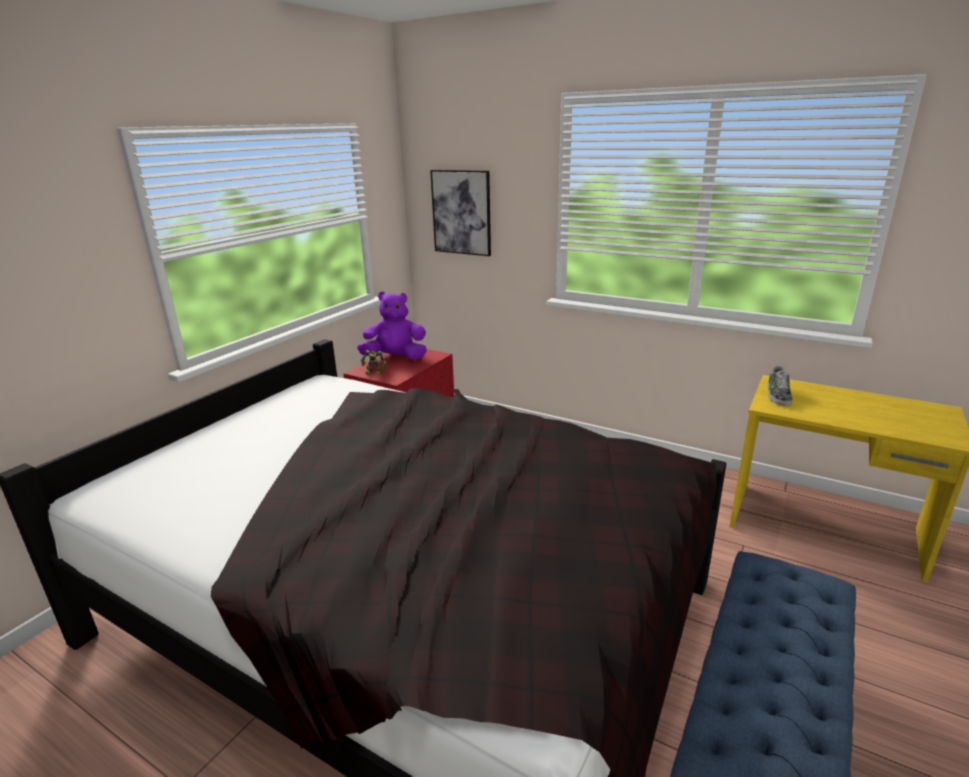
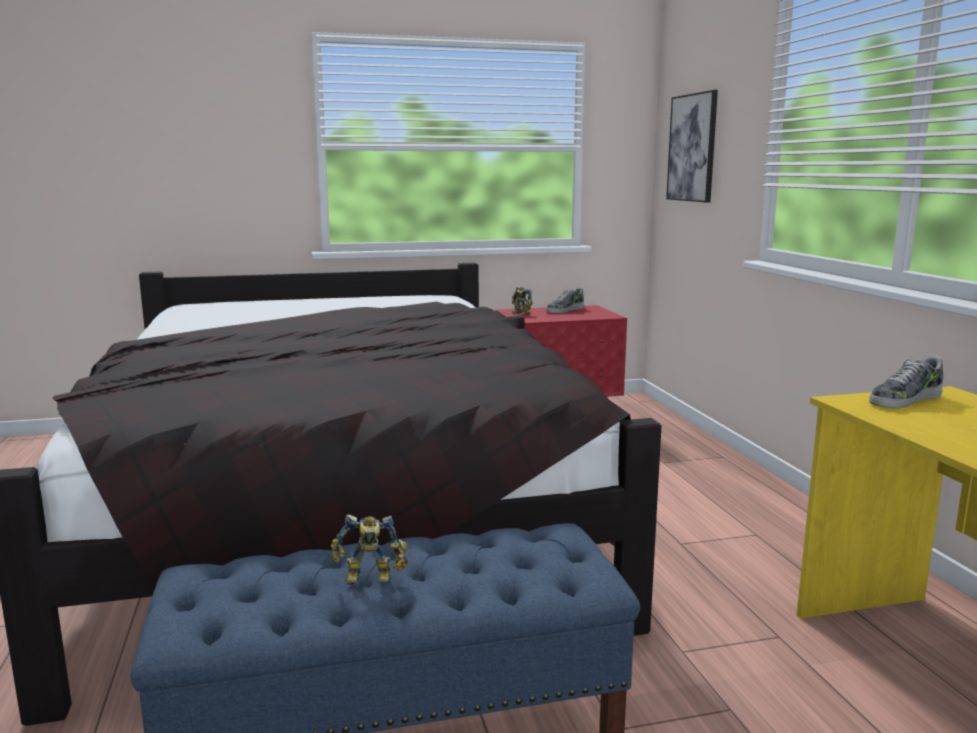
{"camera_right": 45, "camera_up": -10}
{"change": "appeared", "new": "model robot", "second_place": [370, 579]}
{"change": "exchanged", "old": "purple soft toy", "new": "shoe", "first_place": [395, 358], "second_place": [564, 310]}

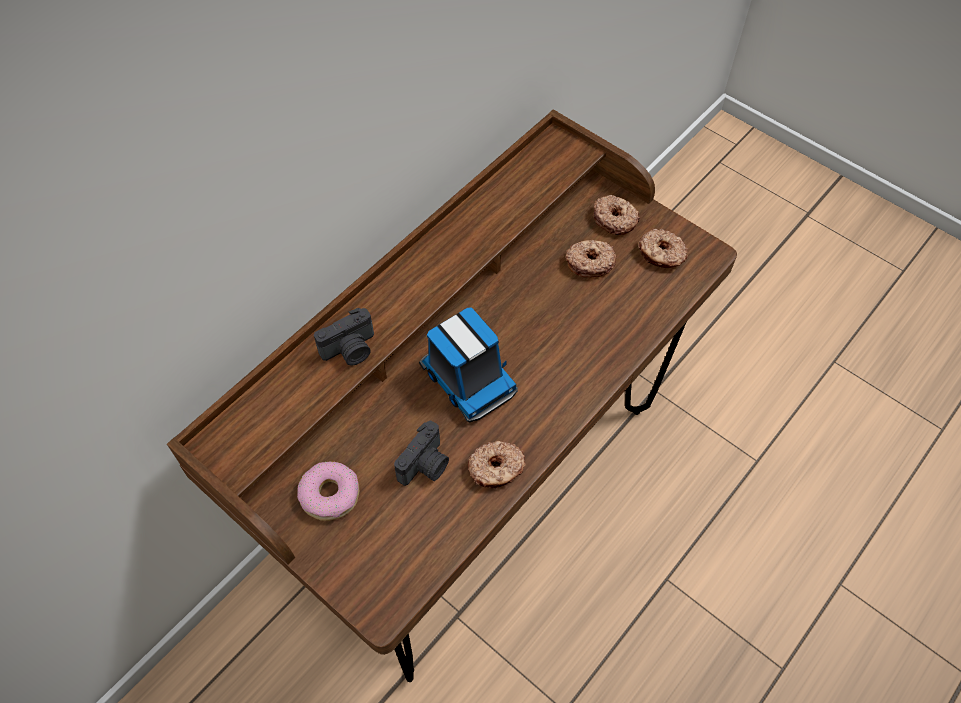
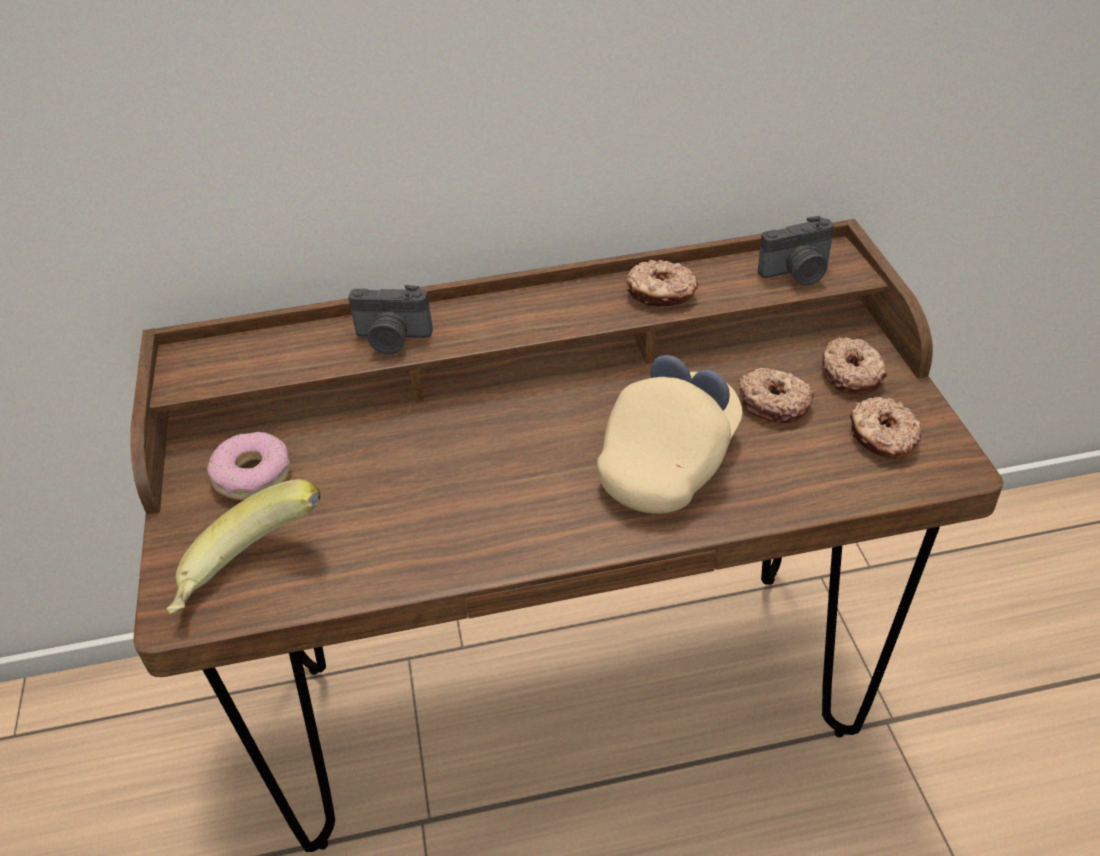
{"camera_right": 40, "camera_up": -15}
{"change": "missing", "old": "toy truck", "first_place": [467, 378]}
{"change": "appeared", "new": "whole banana", "second_place": [252, 577]}
{"change": "appeared", "new": "beige-coloured baseball cap", "second_place": [670, 461]}
{"change": "relocated", "old": "photo camera", "first_place": [426, 465], "second_place": [798, 273]}
{"change": "relocated", "old": "doughnut", "first_place": [496, 469], "second_place": [661, 293]}

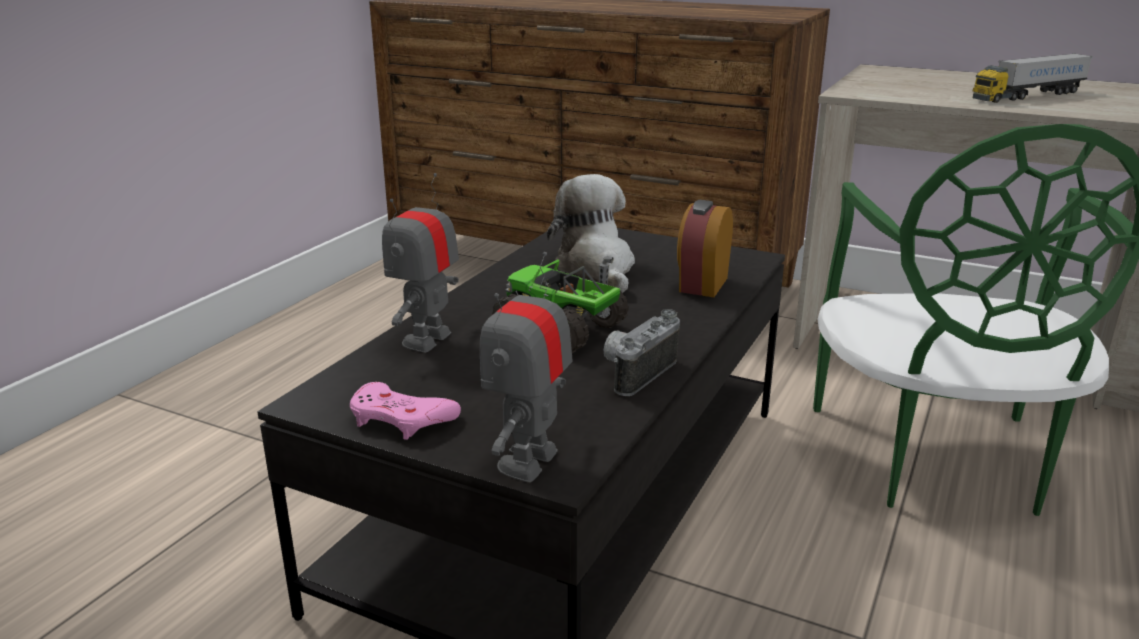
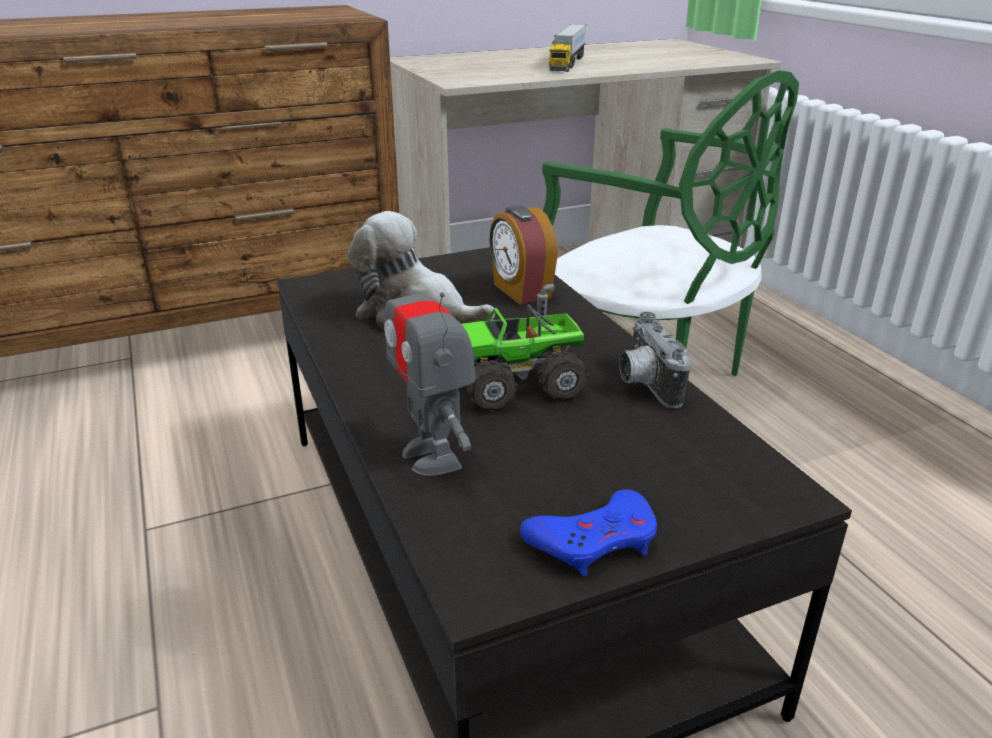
{"camera_right": -50, "camera_up": 5}
{"change": "missing", "old": "model robot", "first_place": [529, 461]}
{"change": "colour", "old": "pink-coloured game controller", "new": "blue-coloured game controller", "first_place": [401, 418], "second_place": [594, 540]}

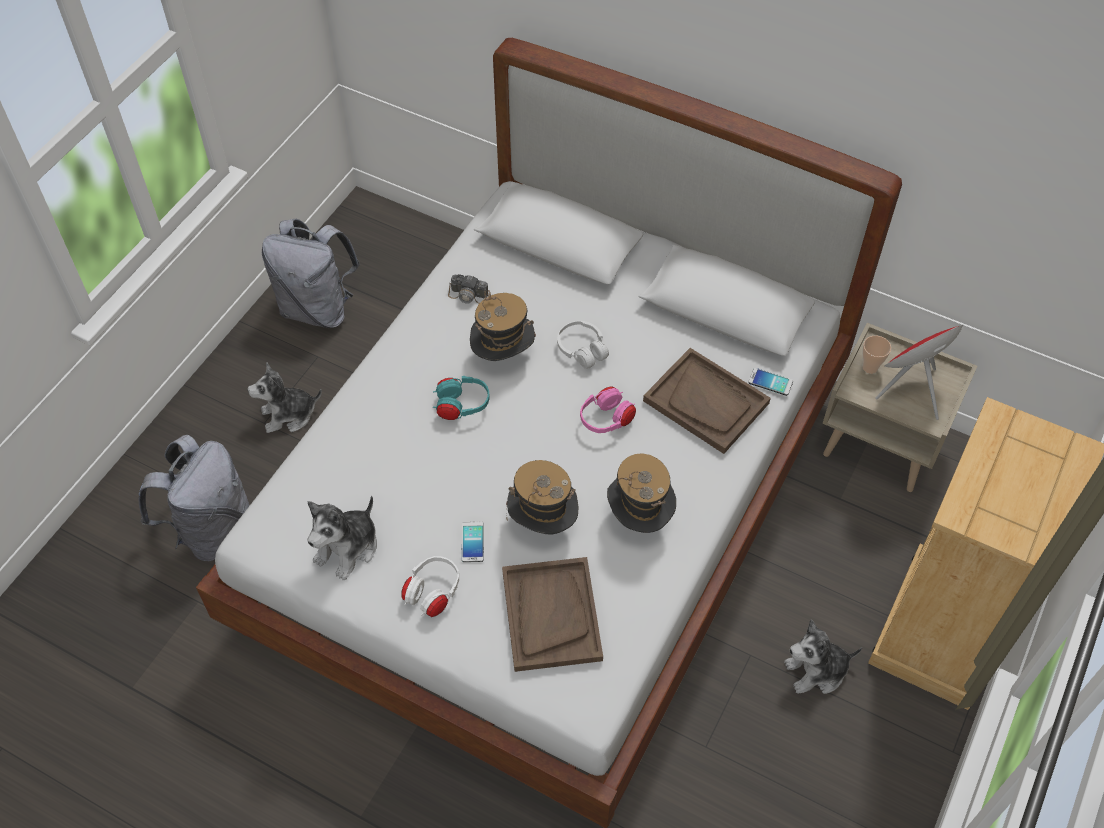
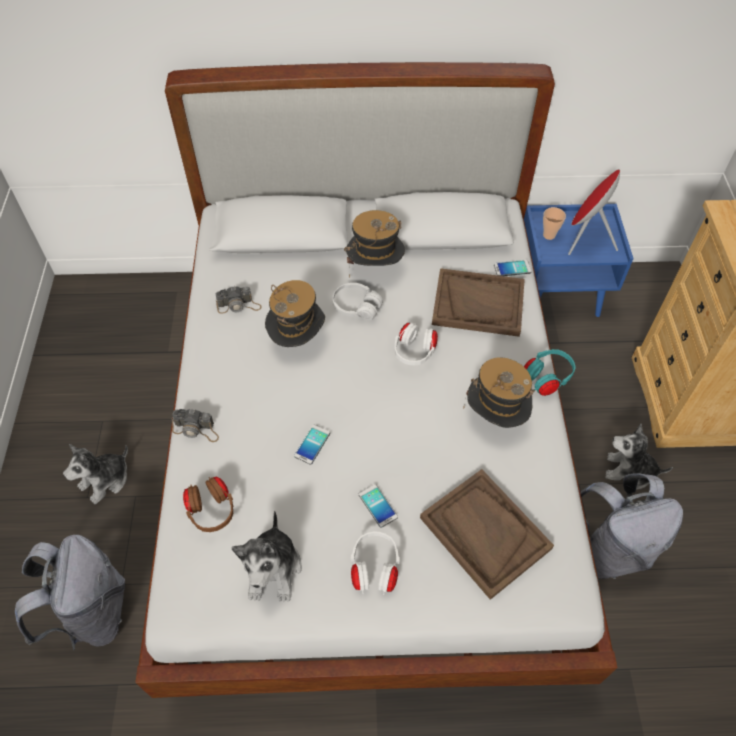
{"camera_right": -30, "camera_up": 0}
{"change": "appeared", "new": "photo camera", "second_place": [196, 429]}
{"change": "appeared", "new": "brownish headset", "second_place": [211, 511]}
{"change": "appeared", "new": "telephone", "second_place": [312, 444]}
{"change": "relocated", "old": "gray rucksack", "first_place": [318, 308], "second_place": [609, 549]}
{"change": "relocated", "old": "blue-green headset", "first_place": [462, 406], "second_place": [546, 379]}
{"change": "relocated", "old": "hat", "first_place": [542, 523], "second_place": [375, 269]}
{"change": "colour", "old": "pink-coloured headset", "new": "whitish headset", "first_place": [606, 420], "second_place": [414, 352]}
{"change": "colour", "old": "beige-coloured bedside table", "new": "blue-coloured bedside table", "first_place": [881, 444], "second_place": [559, 293]}
{"change": "spun", "old": "soft toy", "first_place": [816, 671], "second_place": [629, 471], "degrees": 60}

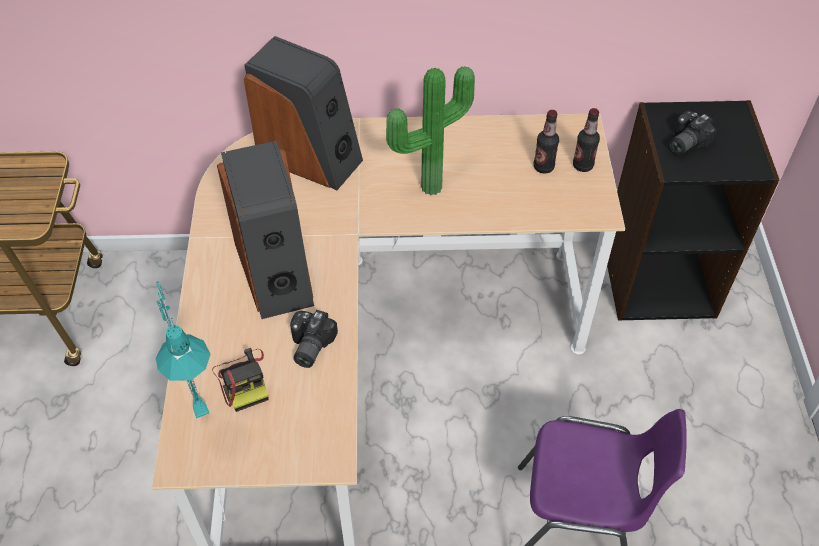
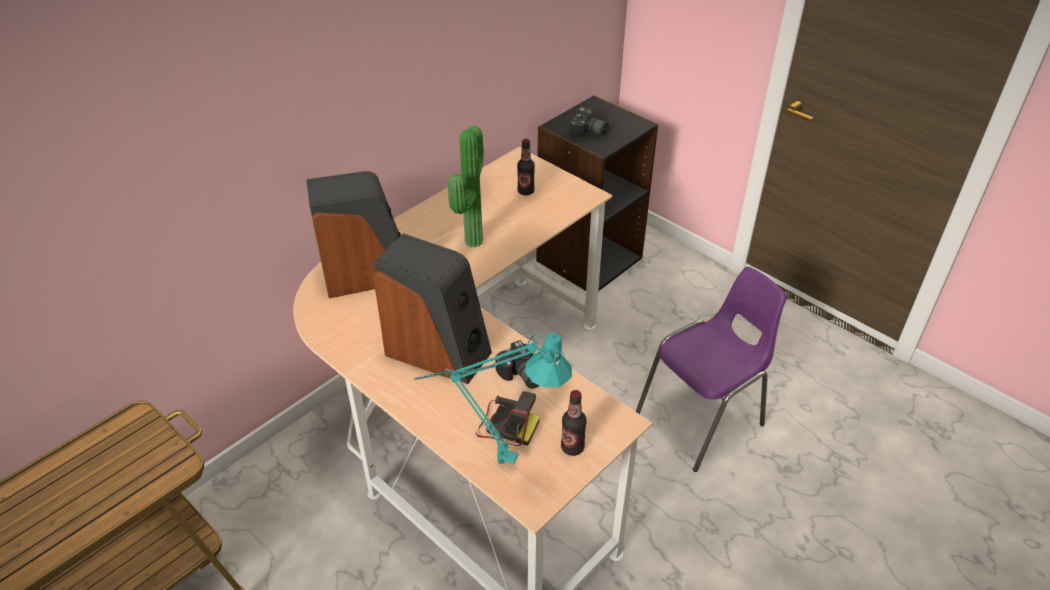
{"camera_right": -45, "camera_up": -10}
{"change": "relocated", "old": "bottle", "first_place": [582, 165], "second_place": [572, 447]}
{"change": "spun", "old": "photo camera", "first_place": [684, 142], "second_place": [588, 133], "degrees": -60}

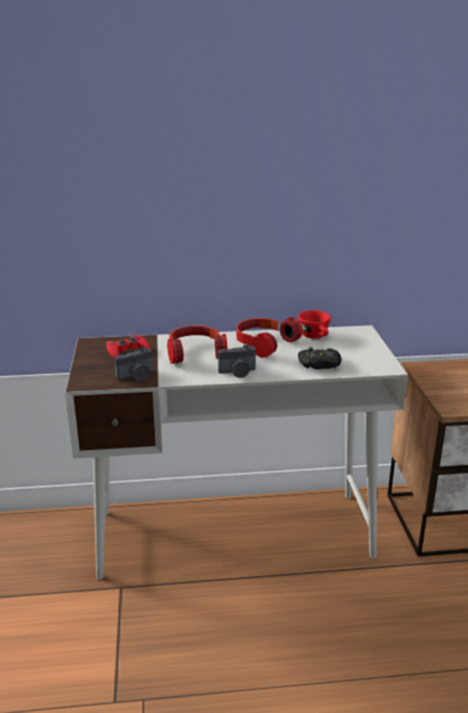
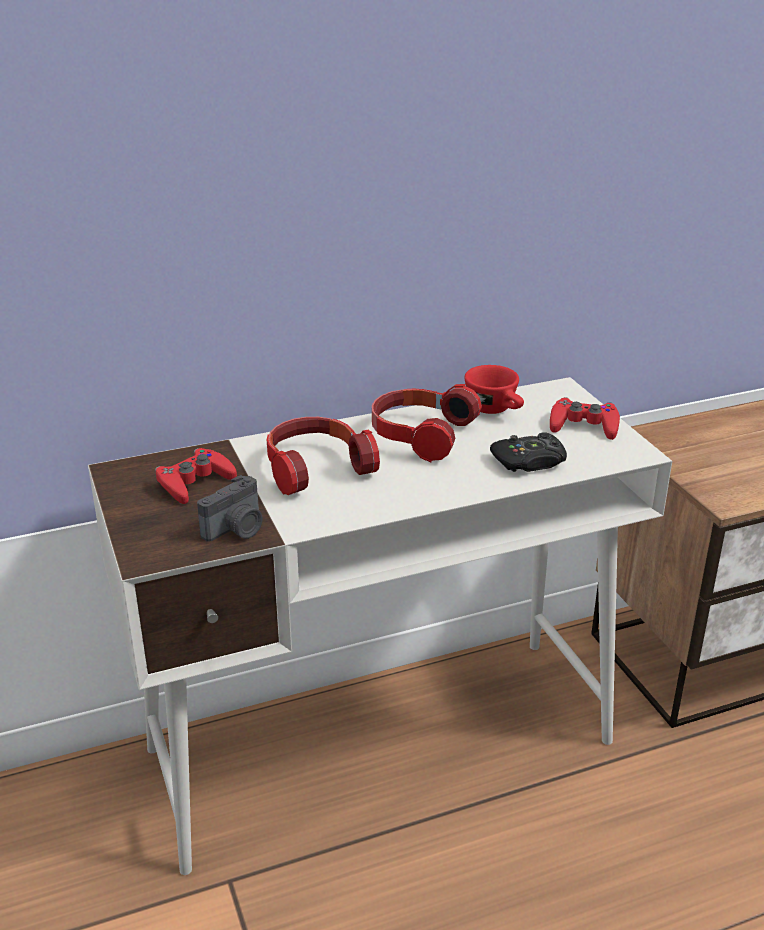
{"camera_right": -15, "camera_up": 5}
{"change": "missing", "old": "photo camera", "first_place": [238, 372]}
{"change": "appeared", "new": "red-coloured game controller", "second_place": [584, 425]}

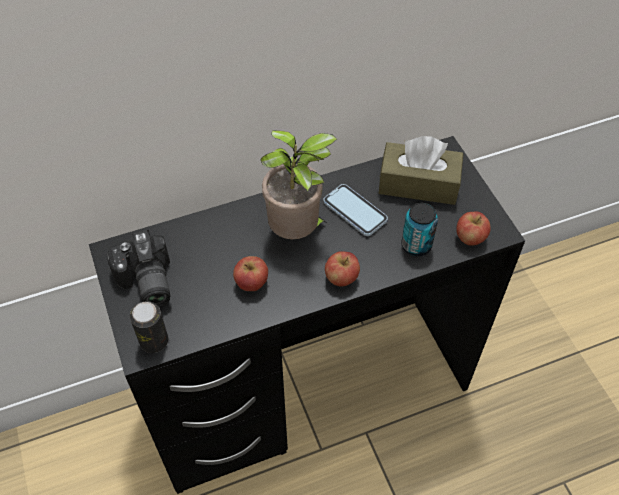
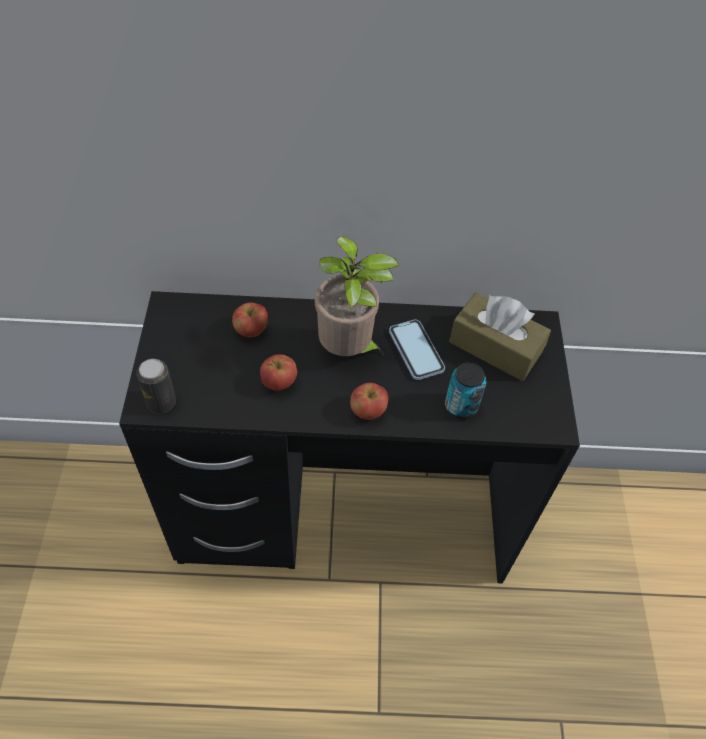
{"camera_right": 20, "camera_up": 0}
{"change": "missing", "old": "photo camera", "first_place": [145, 283]}
{"change": "relocated", "old": "apple", "first_place": [470, 238], "second_place": [251, 330]}

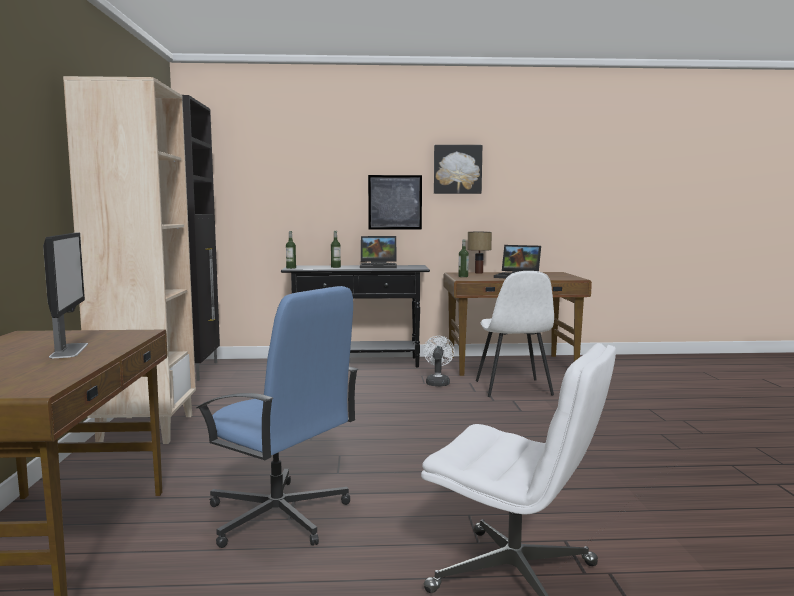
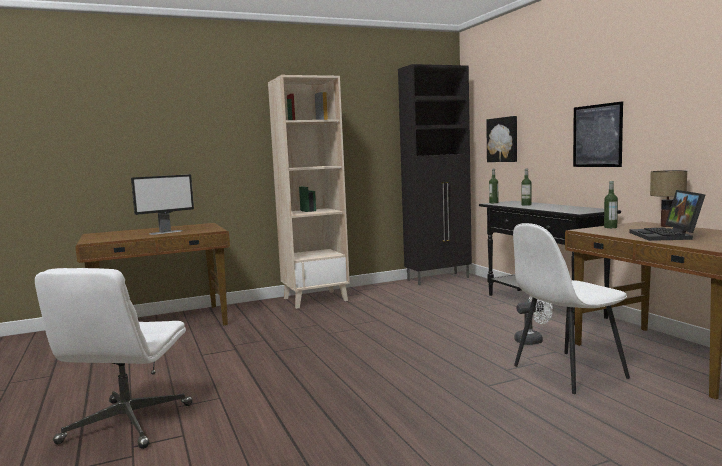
{"camera_right": 70, "camera_up": 0}
{"change": "missing", "old": "blue-coloured office chair", "first_place": [278, 516]}
{"change": "missing", "old": "portable computer", "first_place": [379, 266]}
{"change": "relocated", "old": "wall picture", "first_place": [457, 169], "second_place": [503, 139]}

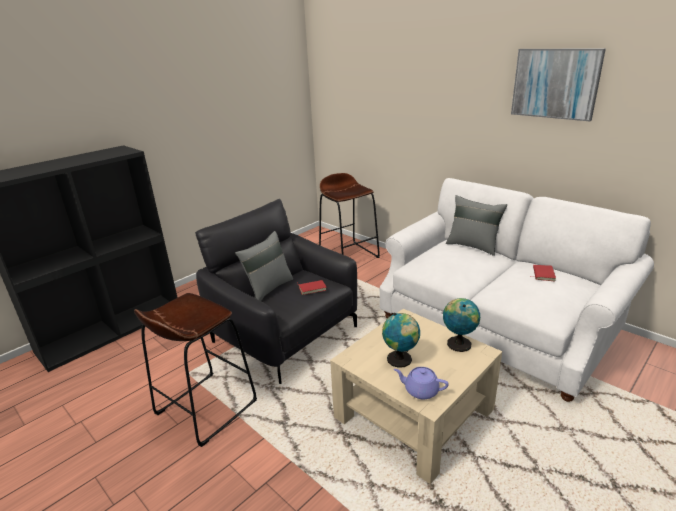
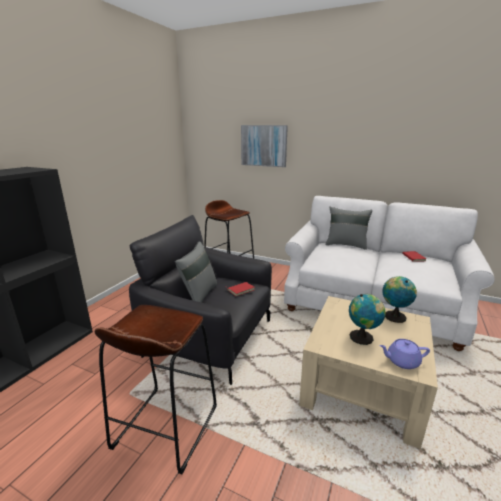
{"camera_right": -20, "camera_up": -5}
{"change": "relocated", "old": "wall picture", "first_place": [555, 83], "second_place": [264, 145]}

